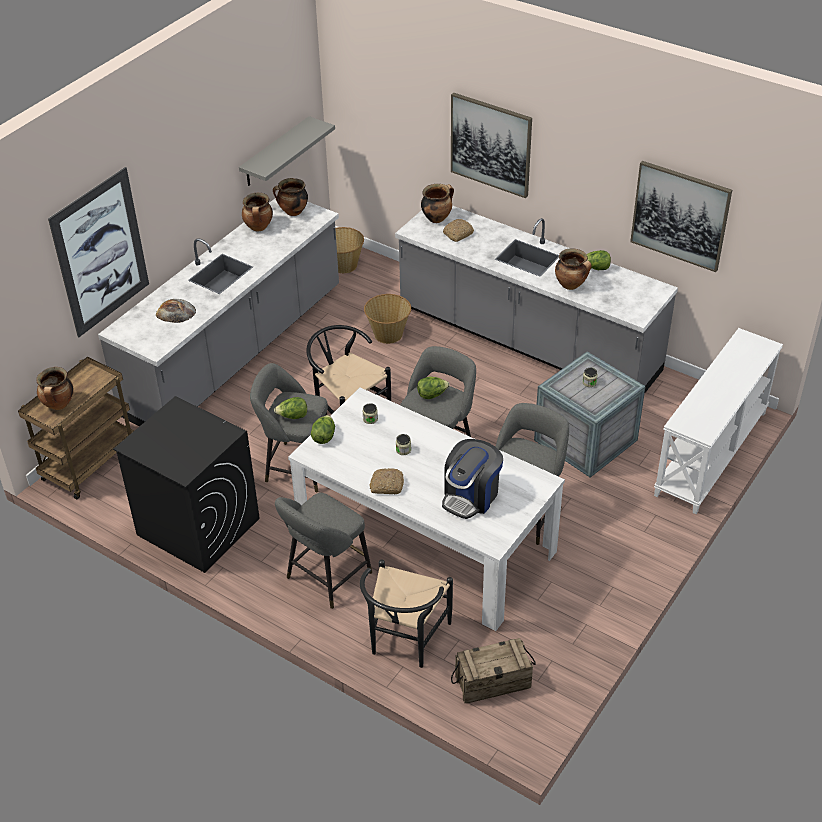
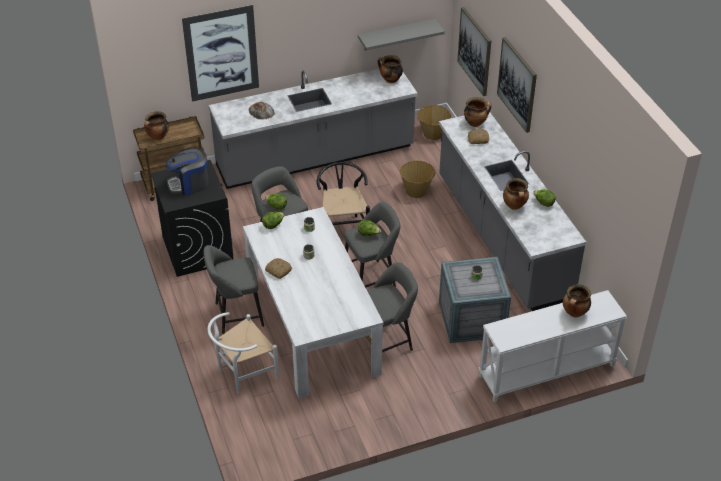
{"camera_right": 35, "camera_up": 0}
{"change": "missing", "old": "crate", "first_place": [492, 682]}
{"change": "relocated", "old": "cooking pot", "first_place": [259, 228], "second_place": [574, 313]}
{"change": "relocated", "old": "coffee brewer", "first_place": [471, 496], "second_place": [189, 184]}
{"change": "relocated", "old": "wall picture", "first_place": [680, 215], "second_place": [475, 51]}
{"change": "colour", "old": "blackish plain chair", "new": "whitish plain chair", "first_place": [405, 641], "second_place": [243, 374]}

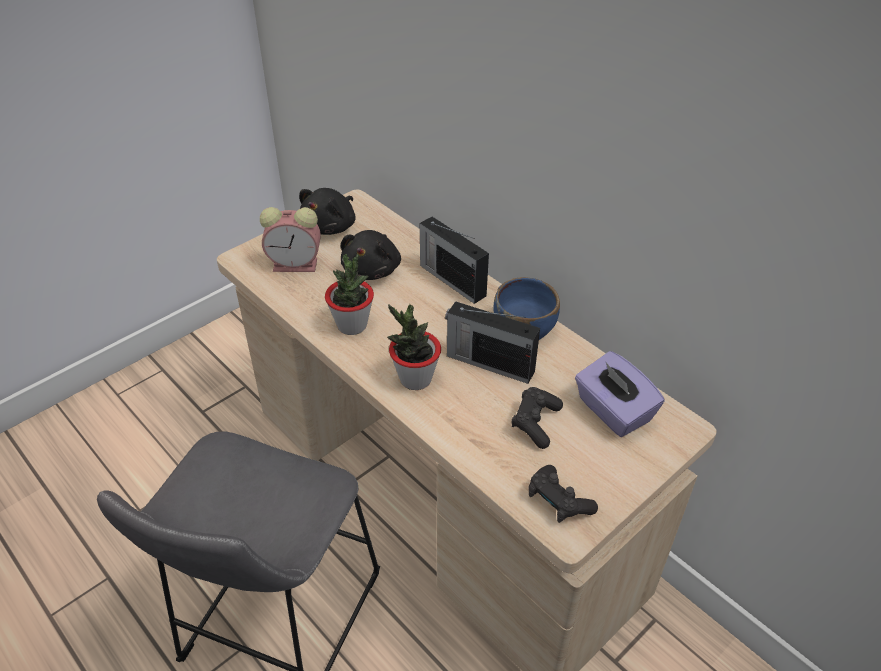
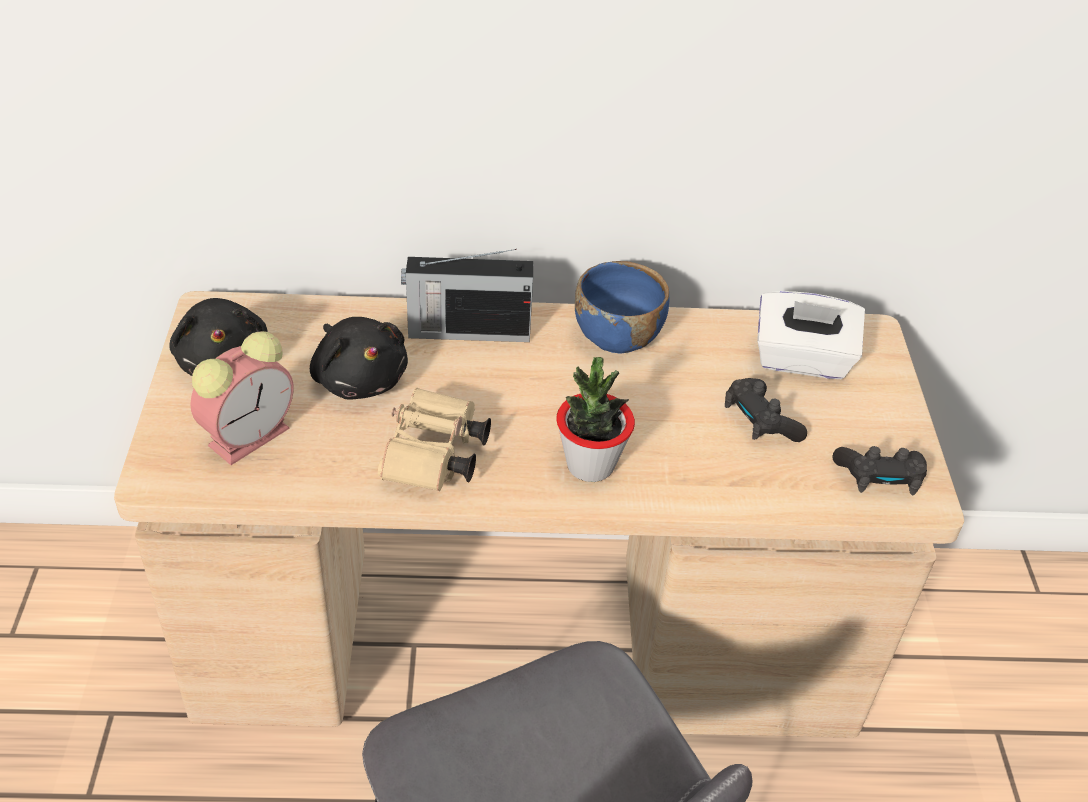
{"camera_right": -50, "camera_up": 0}
{"change": "missing", "old": "radio", "first_place": [488, 363]}
{"change": "exchanged", "old": "plant in a pot", "new": "beige-coloured field glasses", "first_place": [352, 325], "second_place": [434, 458]}
{"change": "colour", "old": "purple box of tissues", "new": "whitish box of tissues", "first_place": [613, 411], "second_place": [802, 360]}

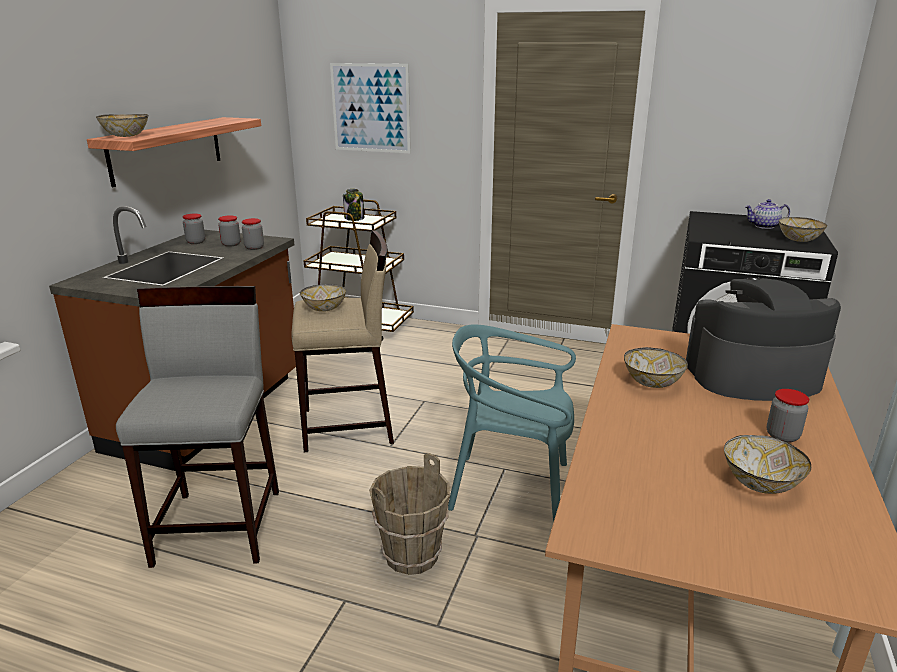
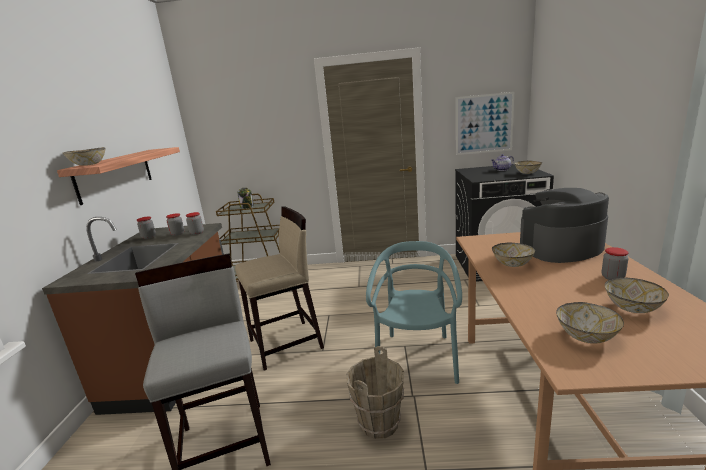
{"camera_right": -15, "camera_up": -5}
{"change": "relocated", "old": "serving bowl", "first_place": [324, 309], "second_place": [585, 336]}
{"change": "relocated", "old": "wall picture", "first_place": [371, 108], "second_place": [484, 124]}
{"change": "spun", "old": "blue-green plain chair", "first_place": [511, 489], "second_place": [417, 358], "degrees": 105}

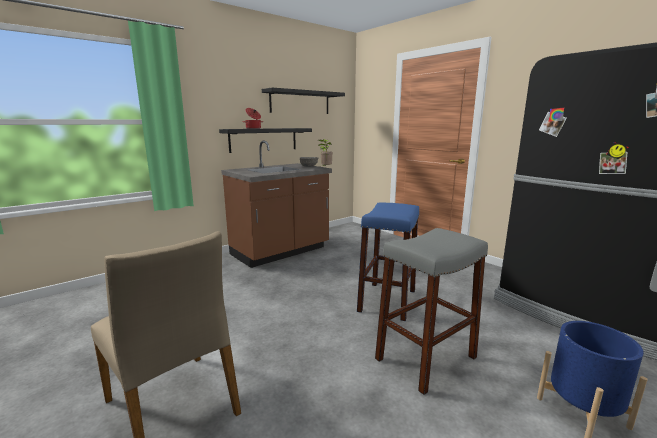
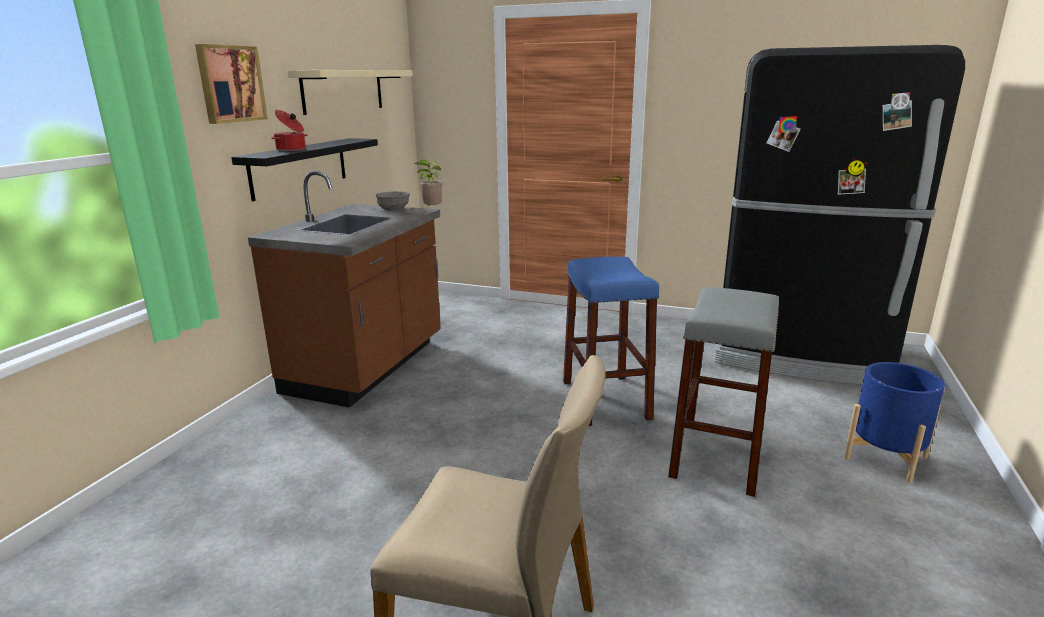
{"camera_right": -30, "camera_up": 5}
{"change": "appeared", "new": "wall picture", "second_place": [230, 84]}
{"change": "colour", "old": "blackish shelf", "new": "beige-coloured shelf", "first_place": [300, 102], "second_place": [343, 91]}

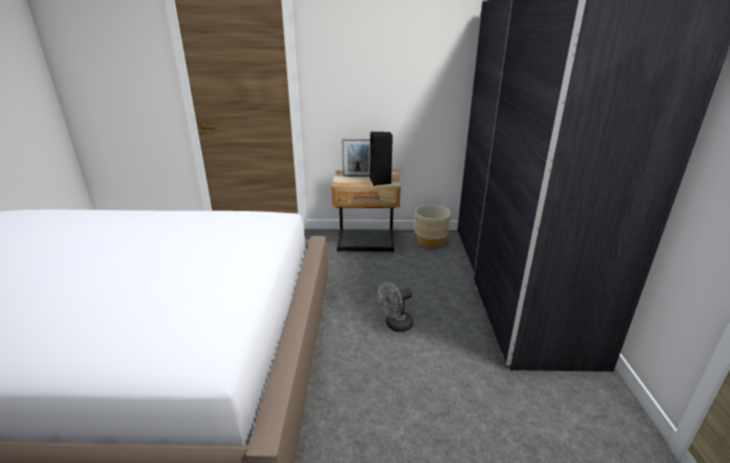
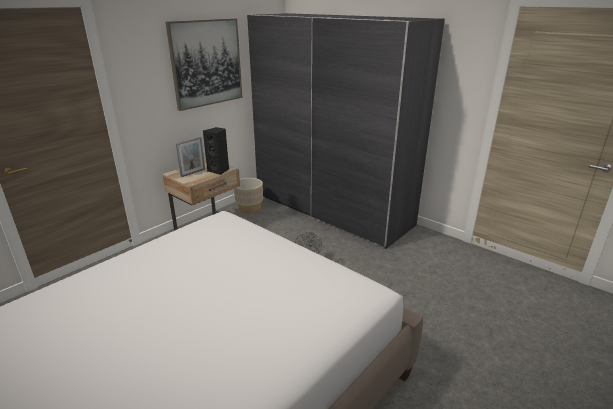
{"camera_right": -50, "camera_up": 0}
{"change": "appeared", "new": "wall picture", "second_place": [206, 63]}

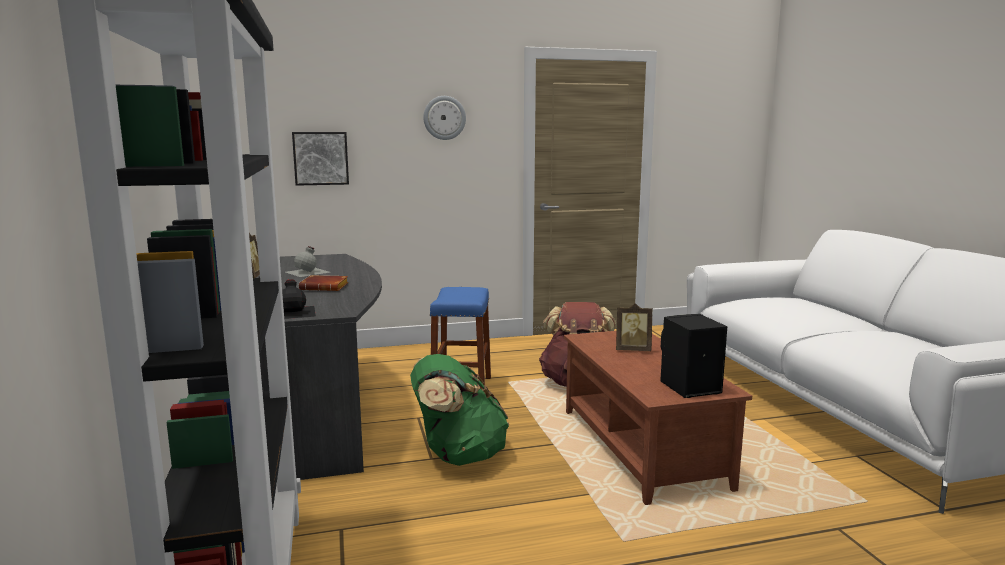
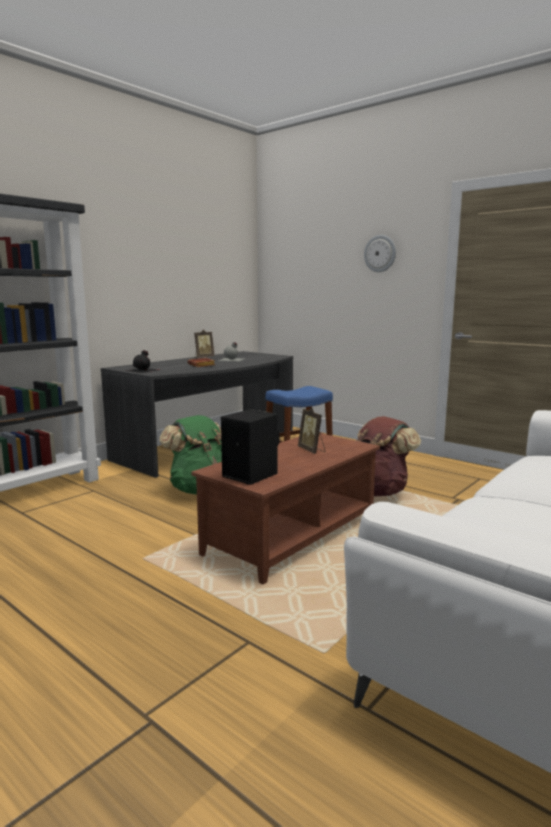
{"camera_right": 55, "camera_up": 0}
{"change": "missing", "old": "wall picture", "first_place": [321, 158]}

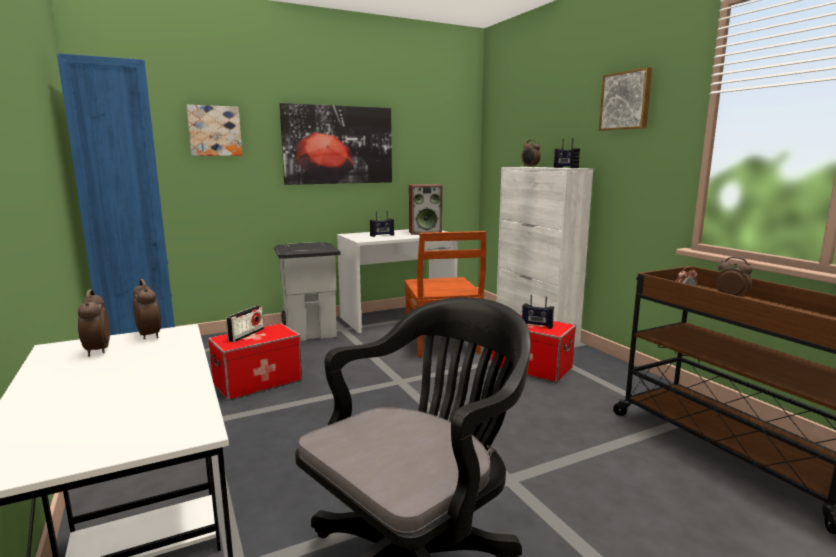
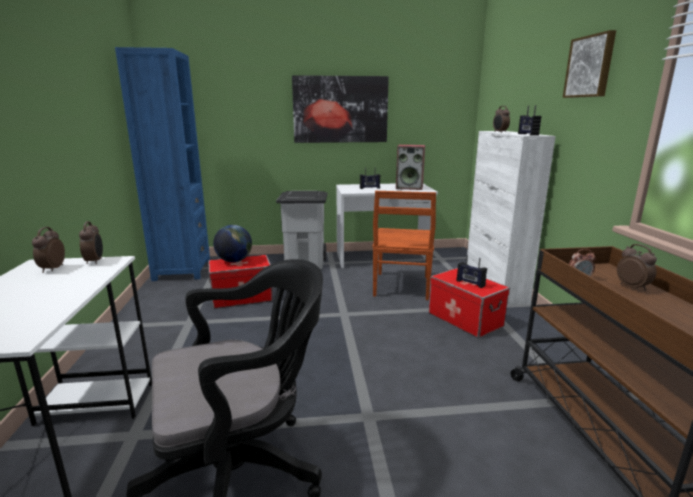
{"camera_right": 20, "camera_up": 5}
{"change": "missing", "old": "wall picture", "first_place": [214, 131]}
{"change": "exchanged", "old": "radio", "new": "desk globe", "first_place": [246, 335], "second_place": [234, 261]}

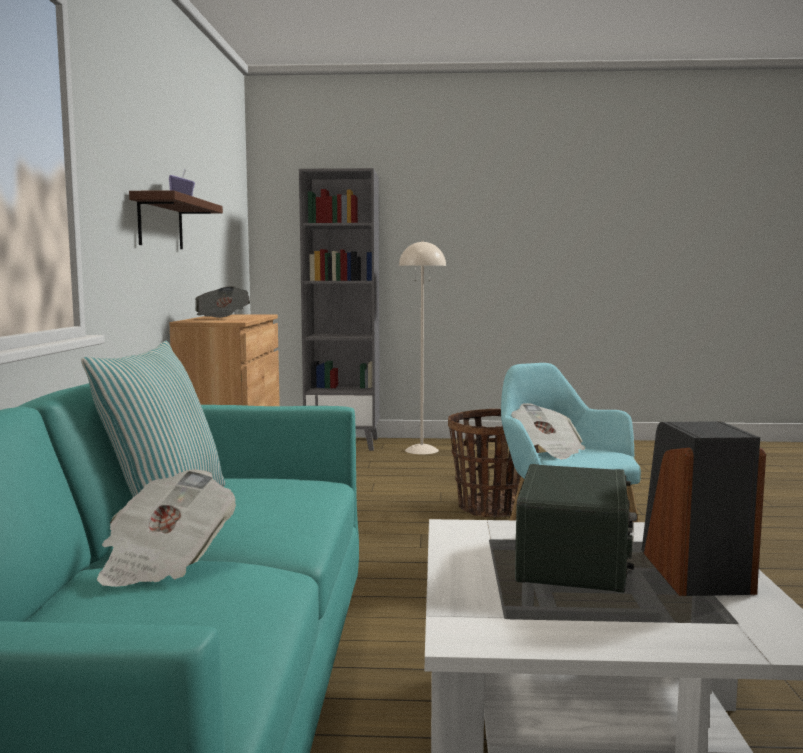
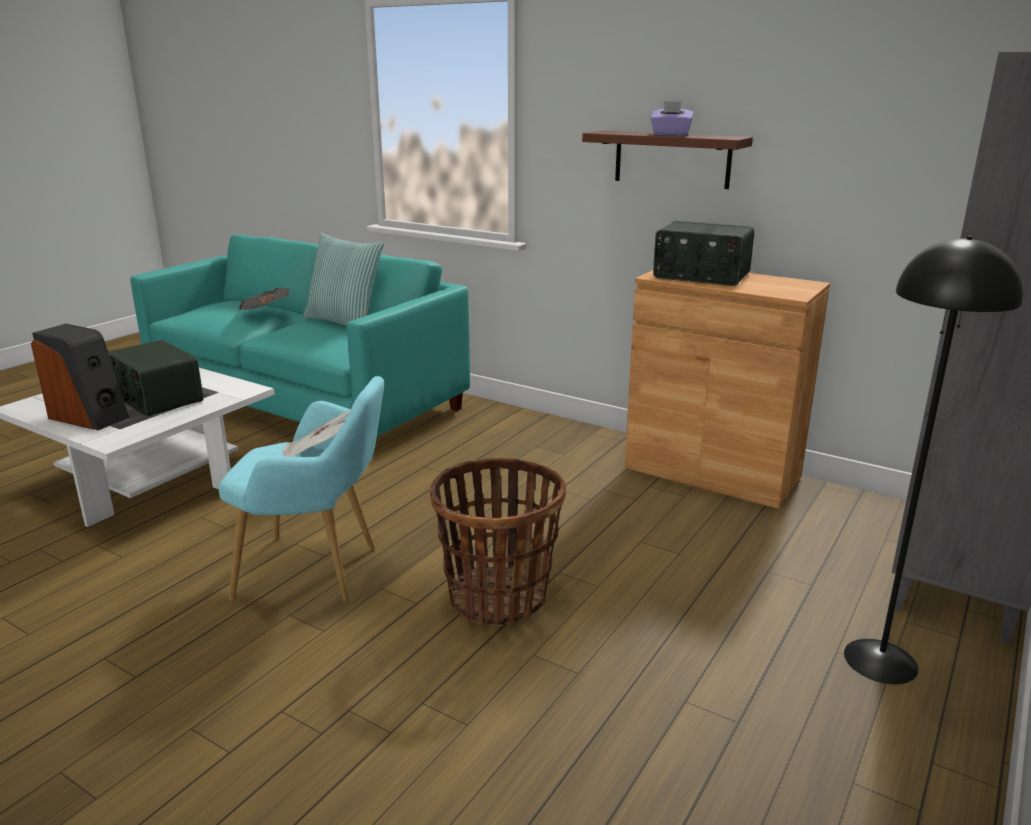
{"camera_right": 120, "camera_up": 15}
{"change": "exchanged", "old": "newspaper", "new": "radio", "first_place": [222, 319], "second_place": [701, 276]}
{"change": "colour", "old": "beige-coloured standard lamp", "new": "blackish standard lamp", "first_place": [422, 450], "second_place": [880, 661]}

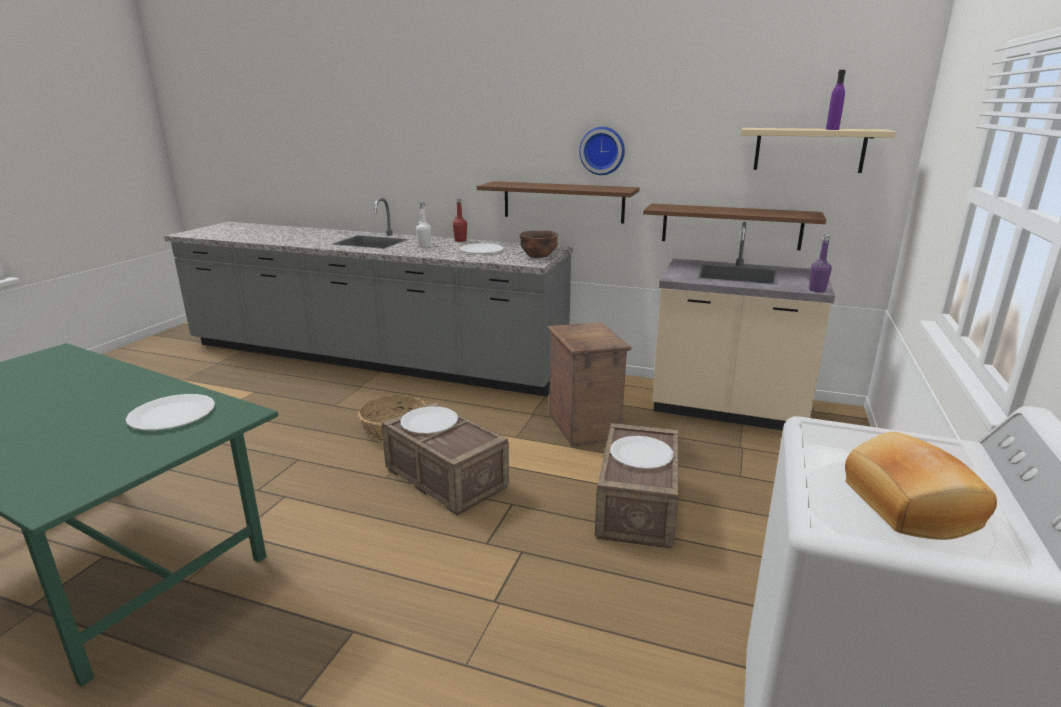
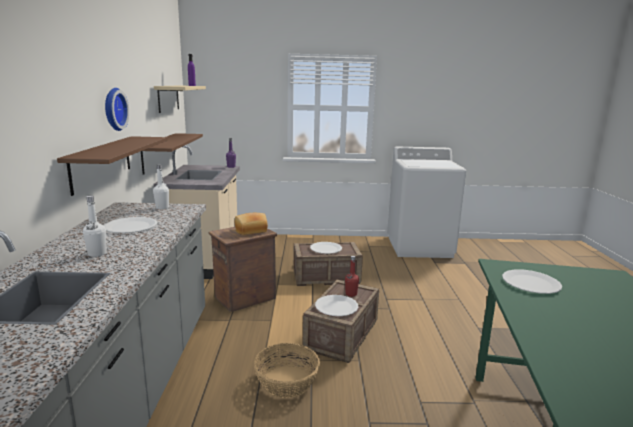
{"camera_right": -110, "camera_up": -5}
{"change": "relocated", "old": "red-coloured bottle", "first_place": [460, 240], "second_place": [351, 294]}
{"change": "relocated", "old": "bread", "first_place": [907, 506], "second_place": [251, 231]}
{"change": "exchanged", "old": "brownish serving bowl", "new": "whitish bottle", "first_place": [539, 256], "second_place": [162, 207]}

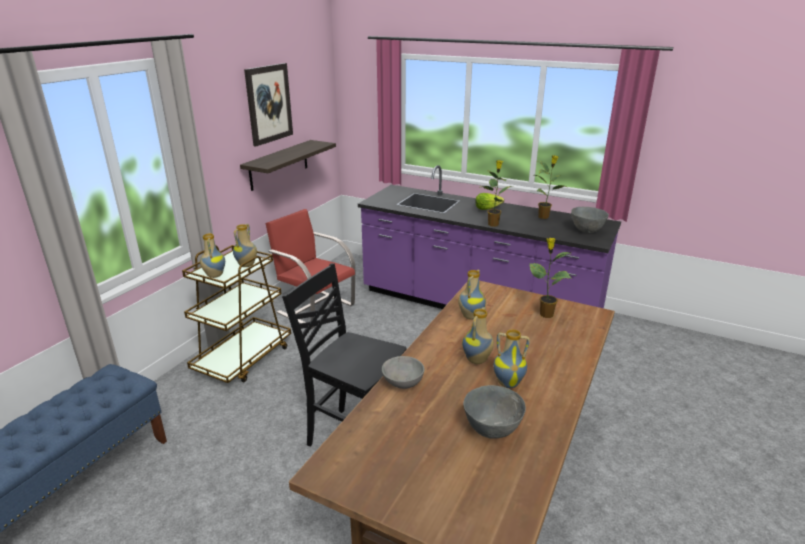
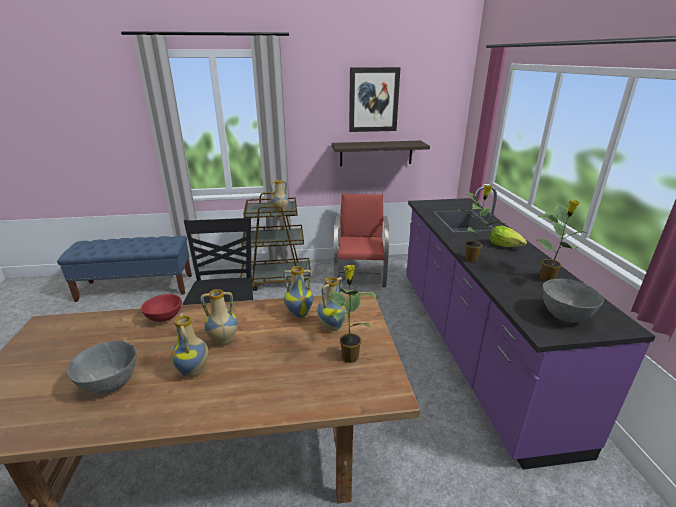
{"camera_right": 55, "camera_up": 0}
{"change": "relocated", "old": "vase", "first_place": [214, 275], "second_place": [331, 326]}
{"change": "colour", "old": "gray serving bowl", "new": "red-coloured serving bowl", "first_place": [402, 384], "second_place": [164, 317]}

